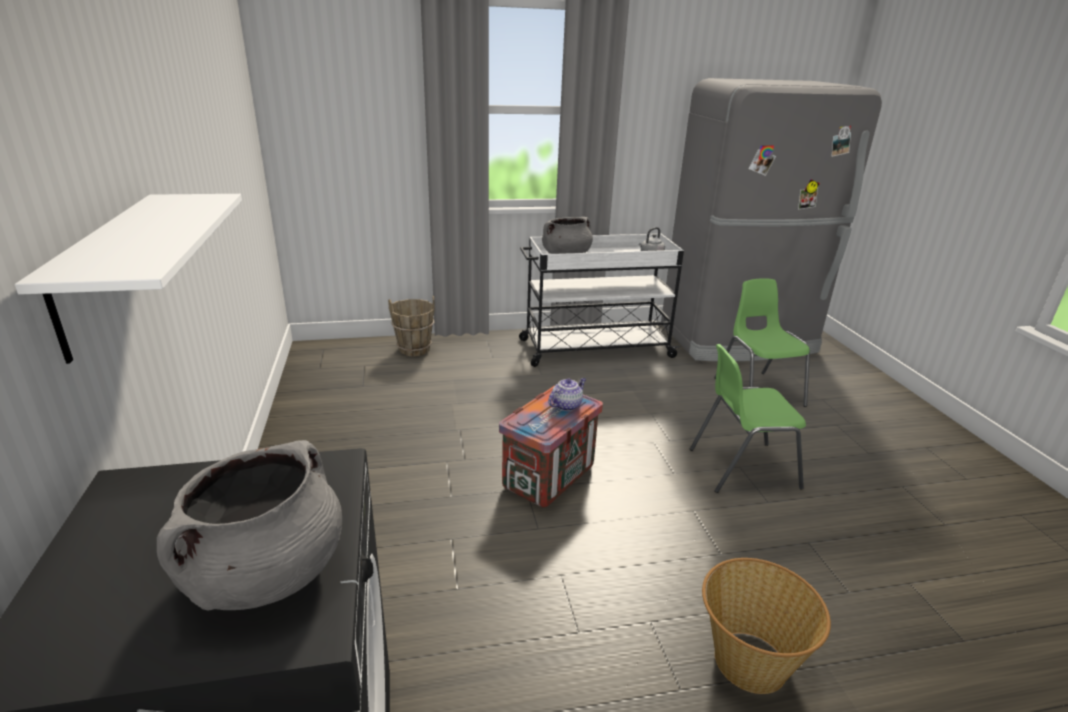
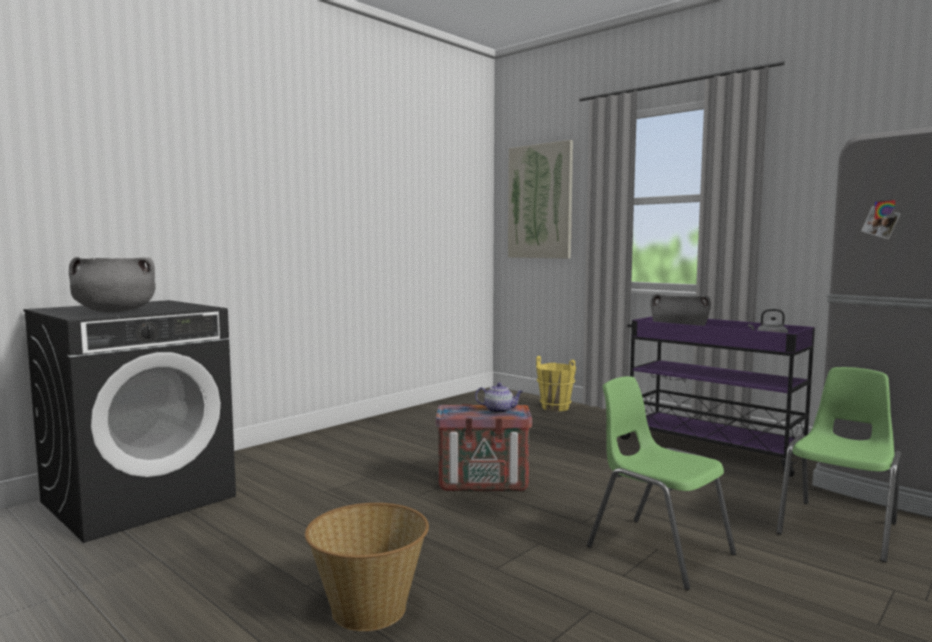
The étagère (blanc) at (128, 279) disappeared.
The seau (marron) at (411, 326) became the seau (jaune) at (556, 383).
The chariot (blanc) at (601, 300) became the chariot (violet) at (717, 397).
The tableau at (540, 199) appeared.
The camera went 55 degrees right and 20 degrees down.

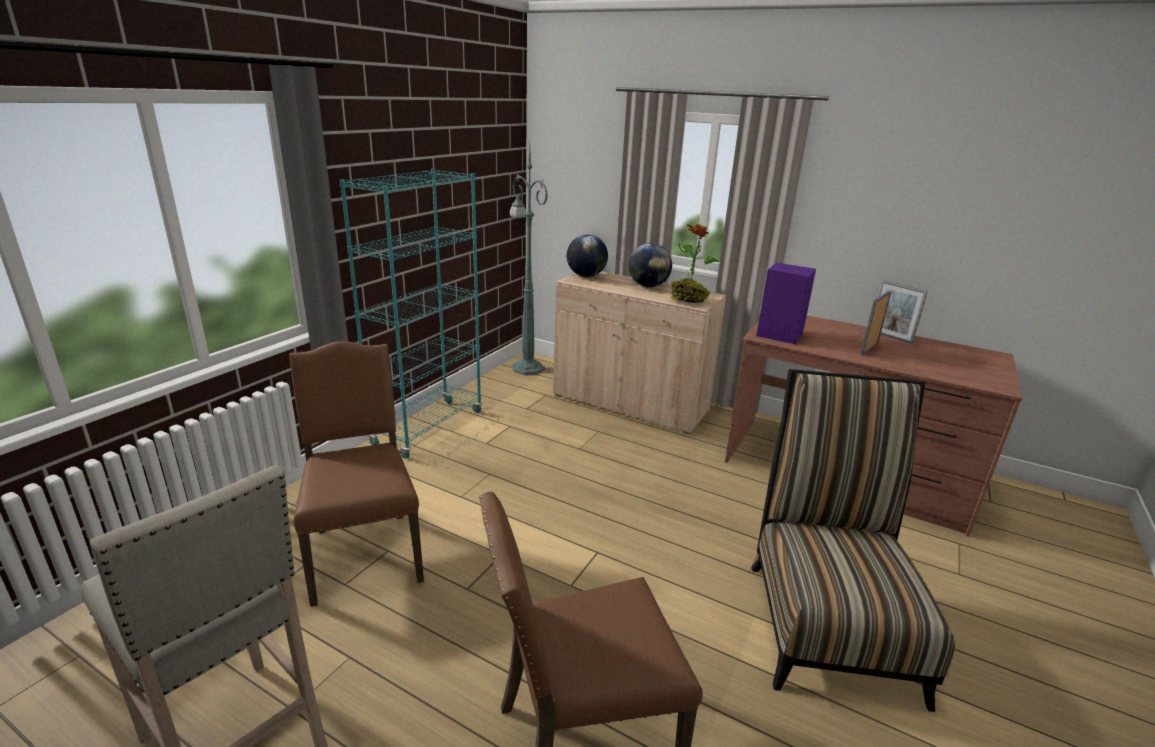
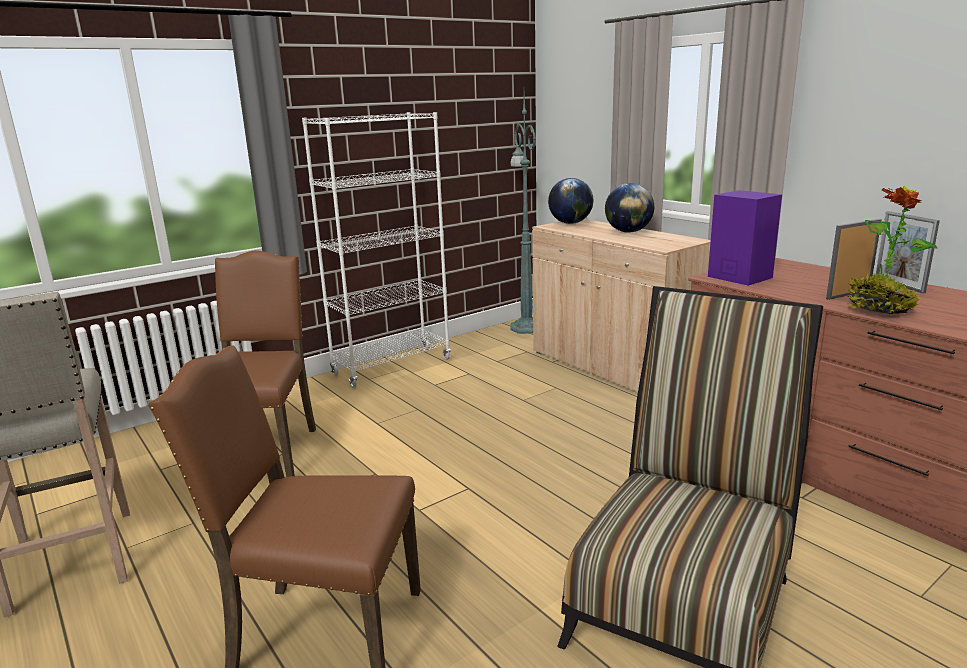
The bibliothèque (turquoise) at (411, 314) became the bibliothèque (blanc) at (376, 250).
The plante en pot moved from (694, 263) to (892, 250).
The camera went 25 degrees right and 5 degrees down.

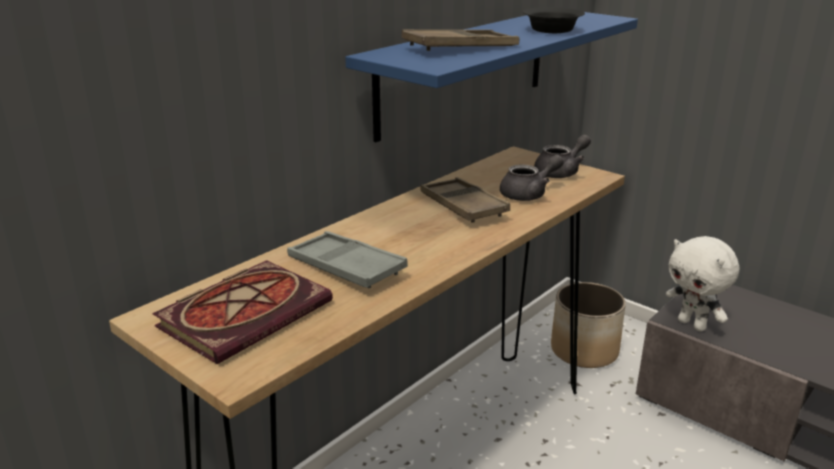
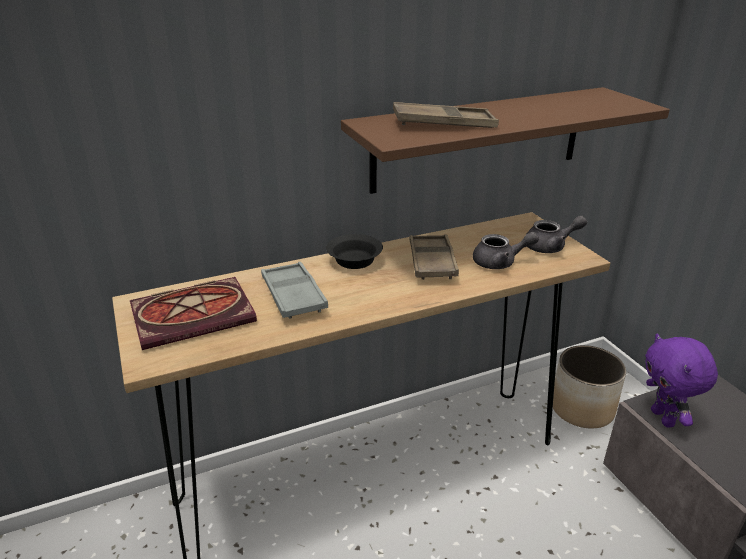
The étagère (bleu) at (491, 77) became the étagère (marron) at (505, 140).
The bol (noir) moved from (554, 20) to (354, 251).
The peluche (blanc) at (702, 284) became the peluche (violet) at (681, 381).
The camera went 25 degrees right and 5 degrees up.

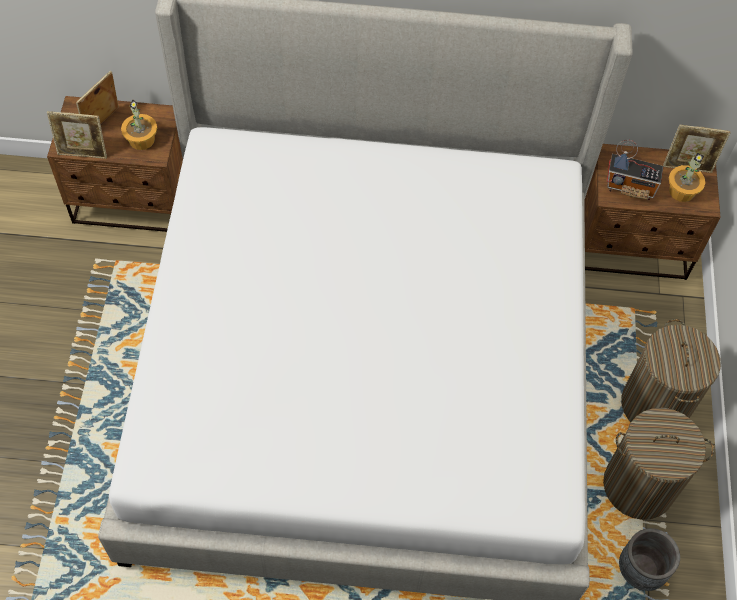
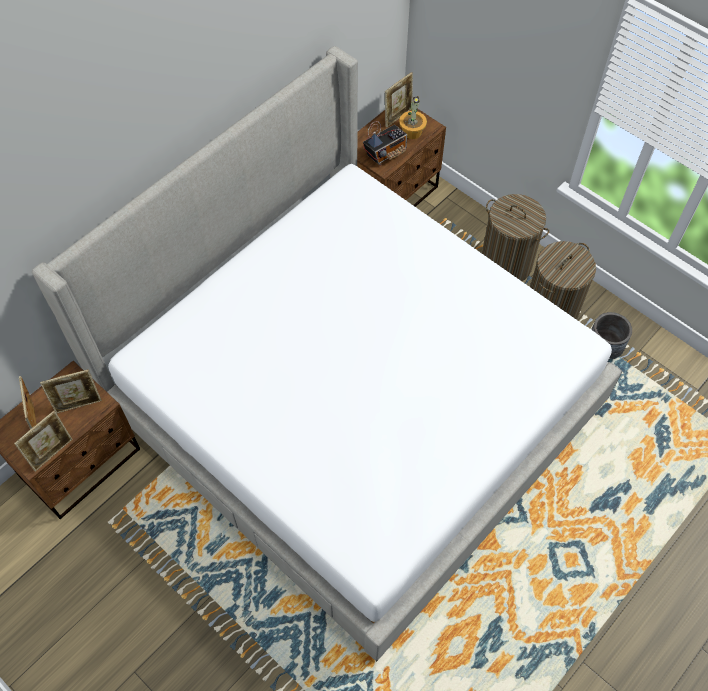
The plante en pot at (139, 124) was replaced by the cadre photo at (71, 391).
The camera went 50 degrees left and 0 degrees up.

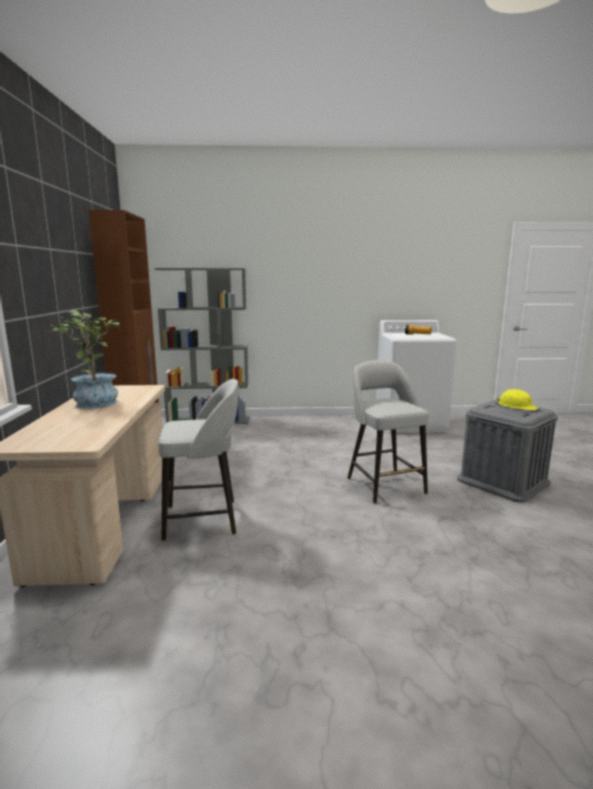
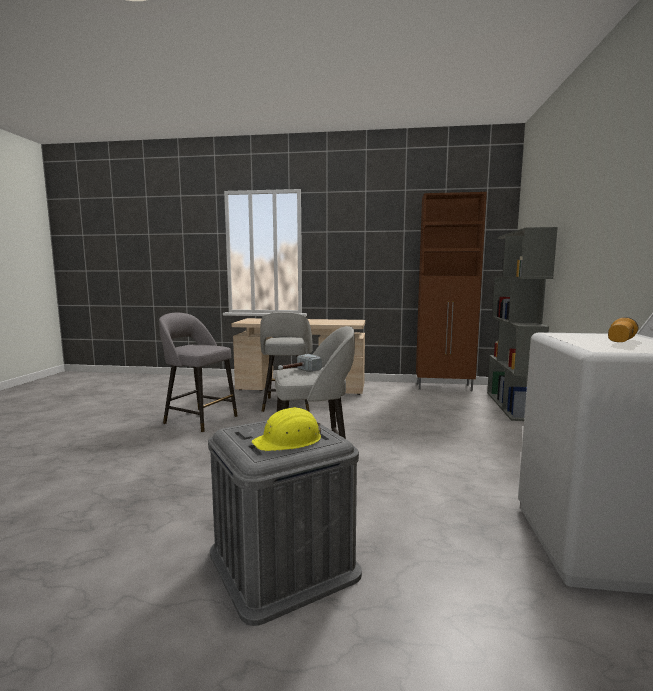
The plante en pot at (84, 359) disappeared.
The tabouret (gris) at (198, 372) appeared.
The marteau at (300, 363) appeared.
The camera went 100 degrees right and 5 degrees down.

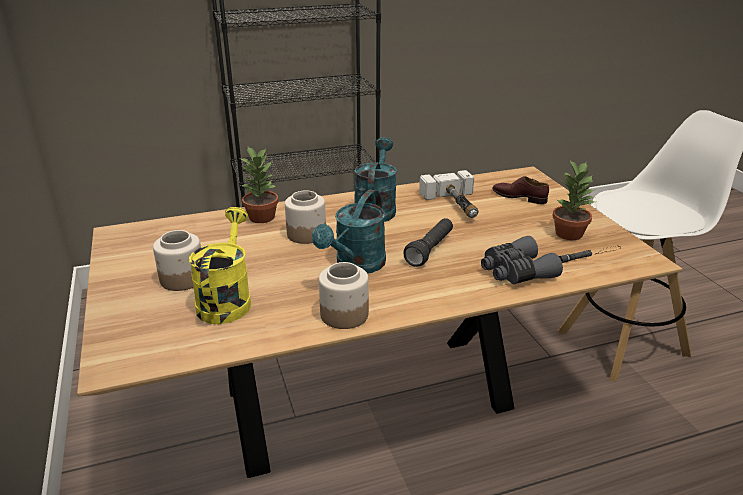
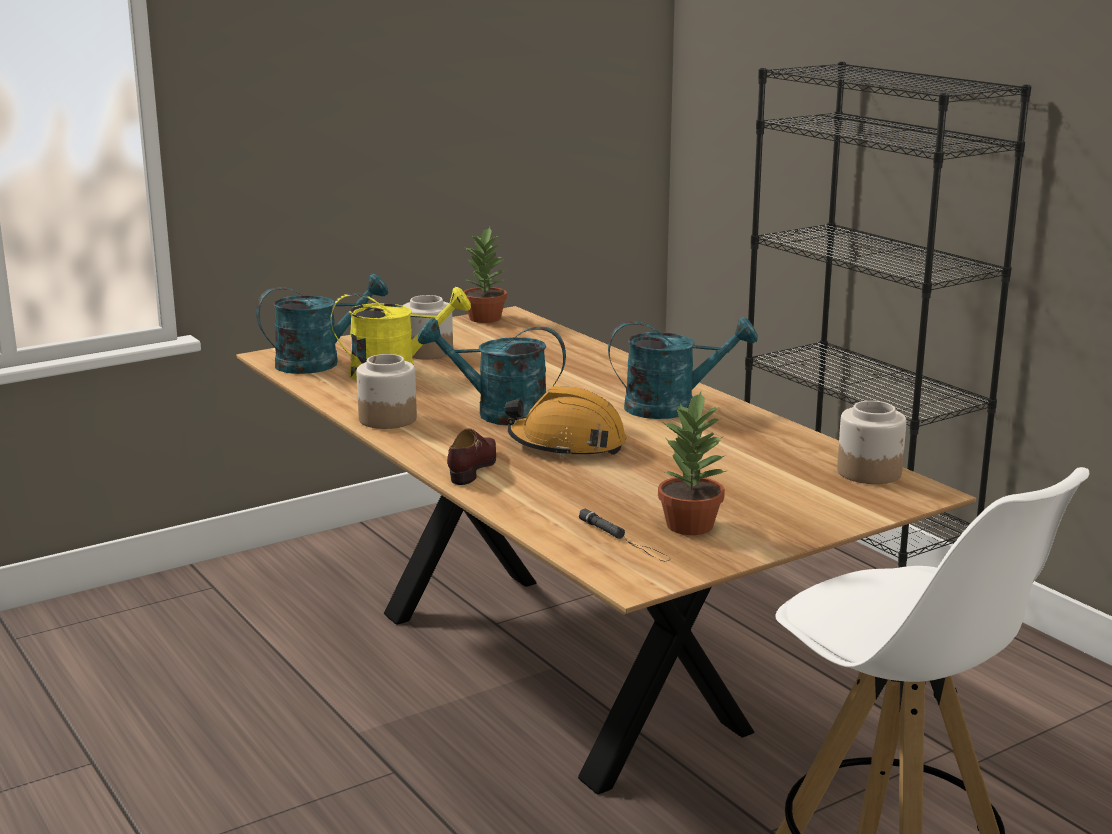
The plante en pot moved from (259, 184) to (485, 275).
The bocal moved from (305, 217) to (871, 442).
The lampe de poche (noir) at (428, 242) was replaced by the casque de chantier (orange) at (565, 422).
The marteau at (449, 194) disappeared.
The jumelles (gris) at (522, 260) disappeared.
The chaussure (marron) moved from (520, 190) to (471, 456).
The arrosoir (turquoise) at (322, 324) appeared.
The camera went 75 degrees right and 10 degrees down.

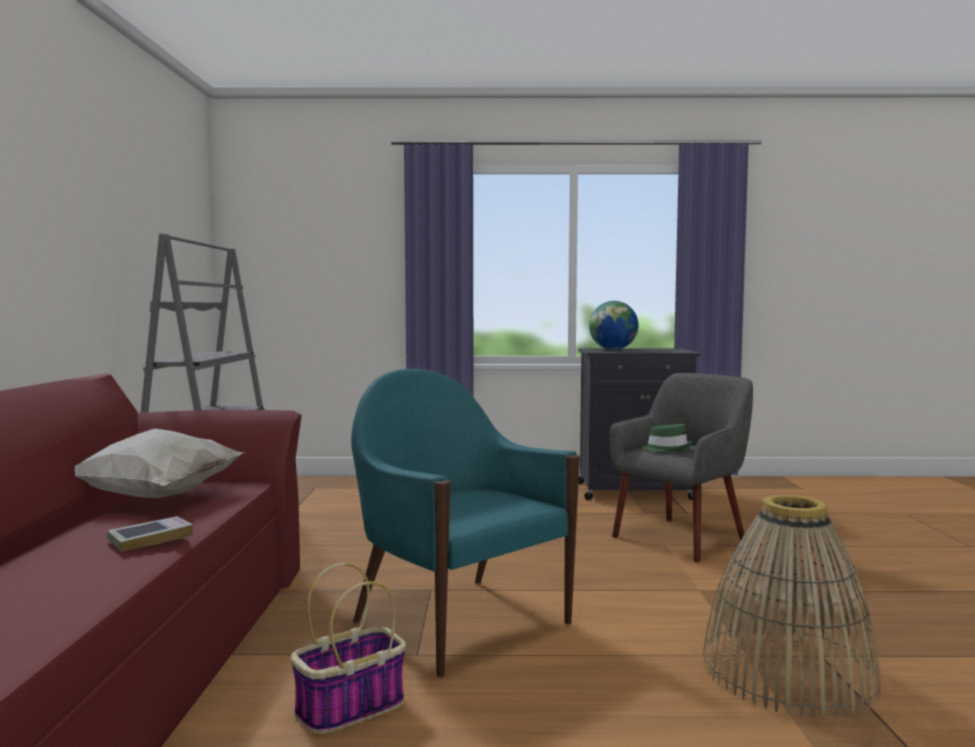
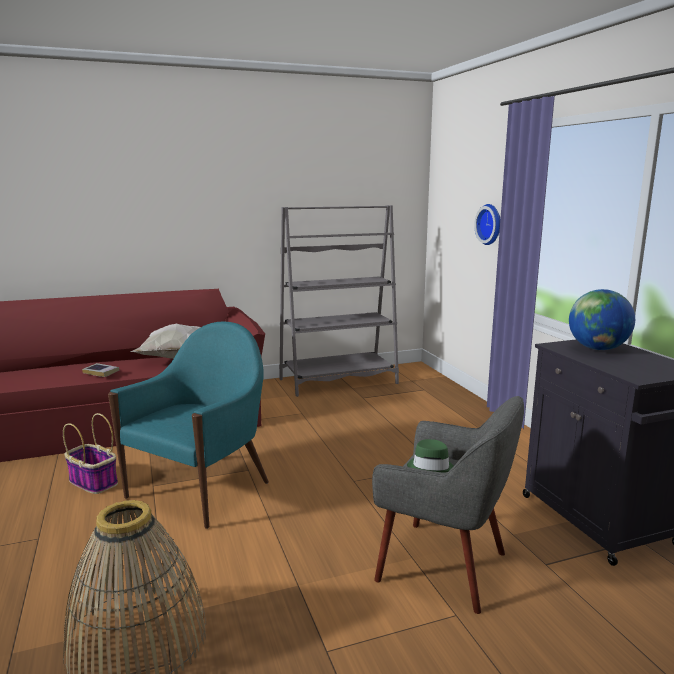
The horloge murale at (487, 224) appeared.
The camera went 70 degrees right and 10 degrees up.

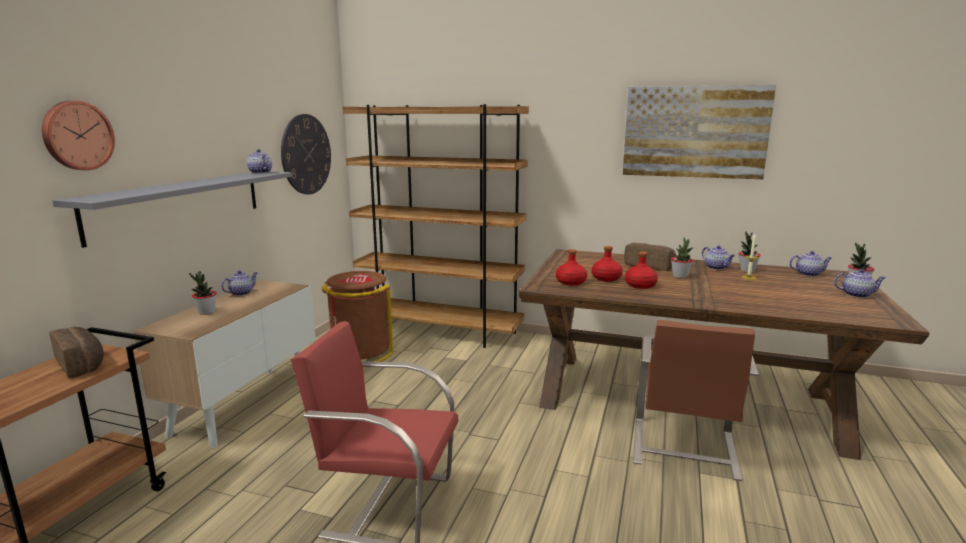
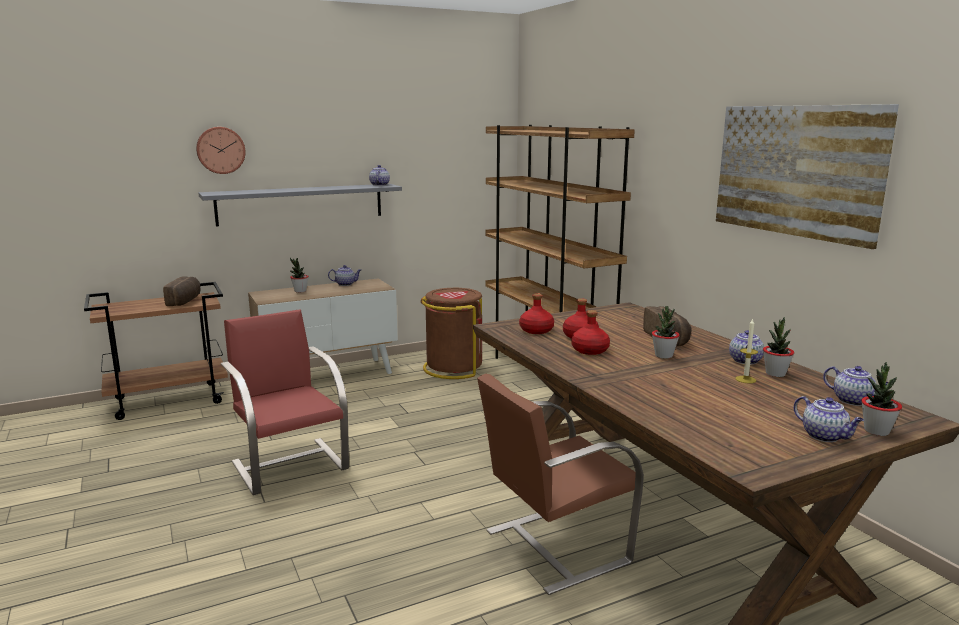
The horloge murale at (306, 154) disappeared.
The camera went 45 degrees right and 0 degrees up.

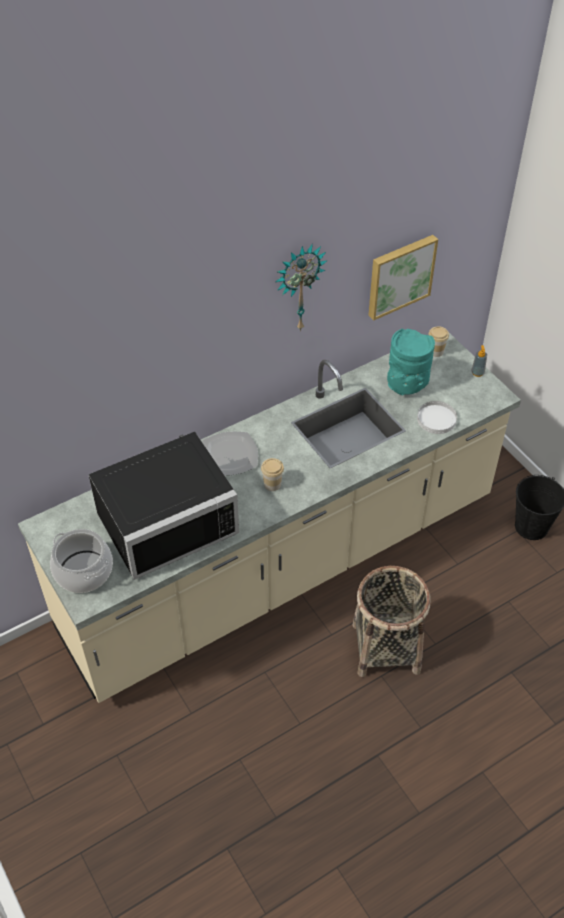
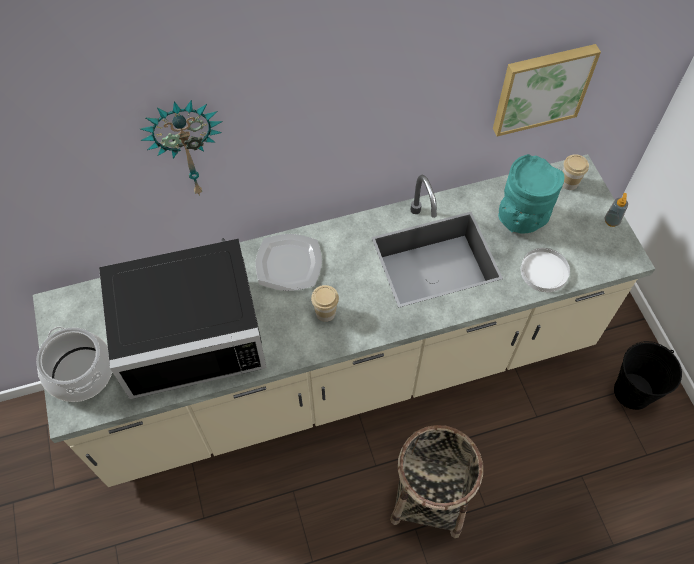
The horloge murale moved from (301, 288) to (181, 148).
The camera went 15 degrees right and 10 degrees up.

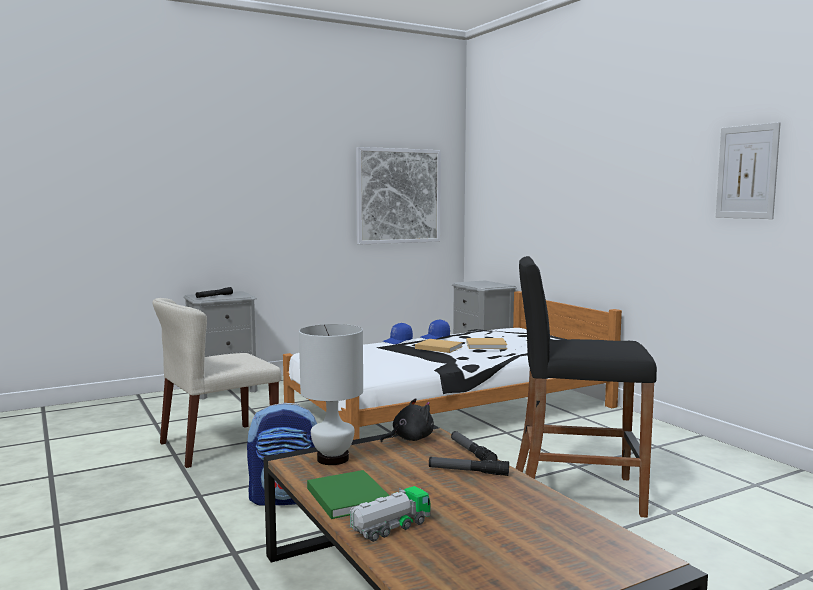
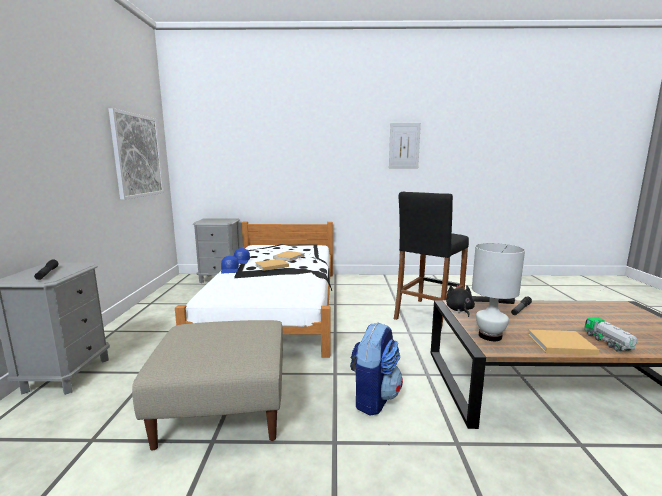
The chaise (beige) at (217, 383) was replaced by the pouf (beige) at (207, 385).
The livre (vert) at (348, 494) became the livre (beige) at (563, 342).
The camera went 60 degrees left and 5 degrees up.

